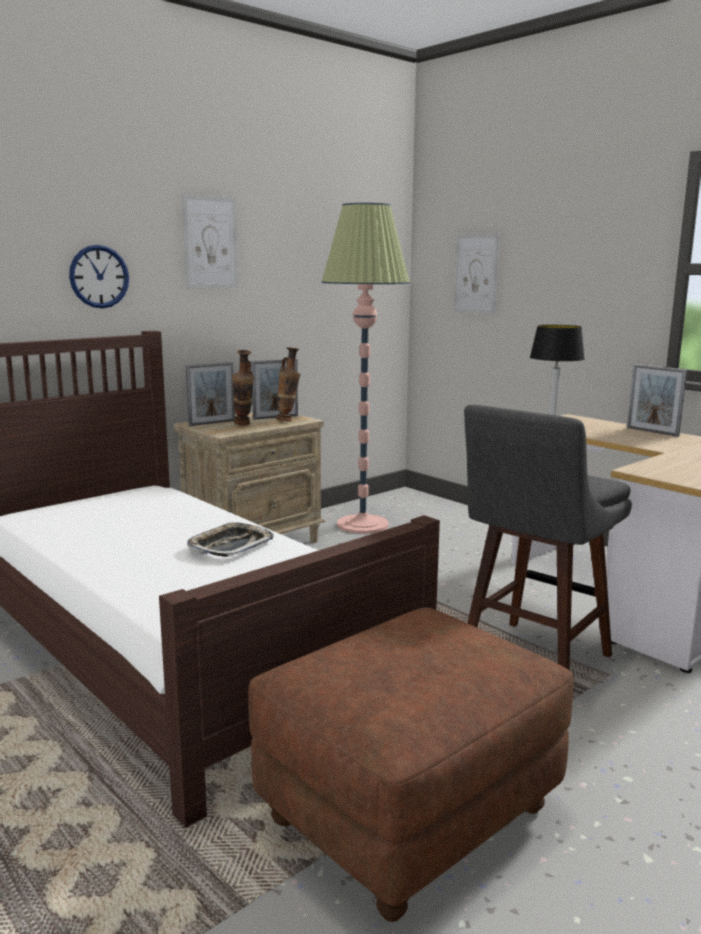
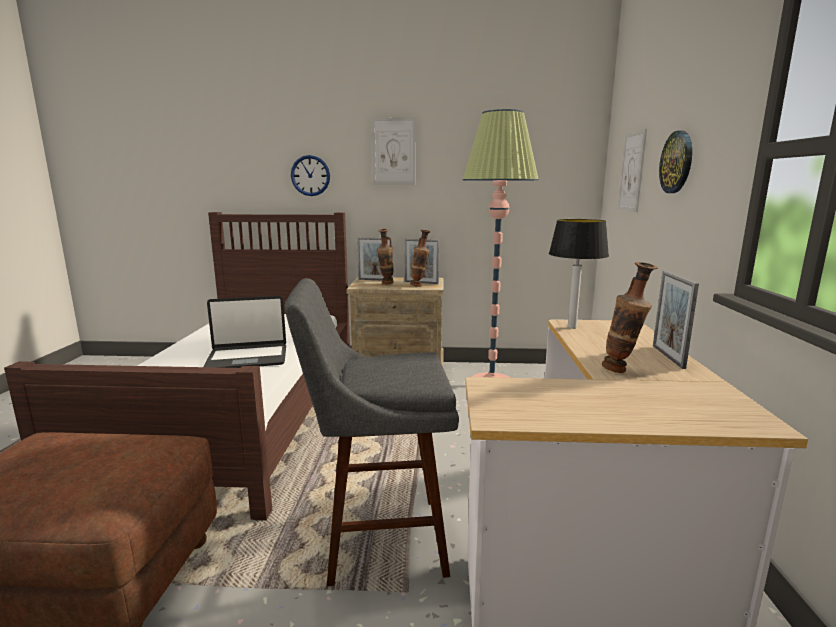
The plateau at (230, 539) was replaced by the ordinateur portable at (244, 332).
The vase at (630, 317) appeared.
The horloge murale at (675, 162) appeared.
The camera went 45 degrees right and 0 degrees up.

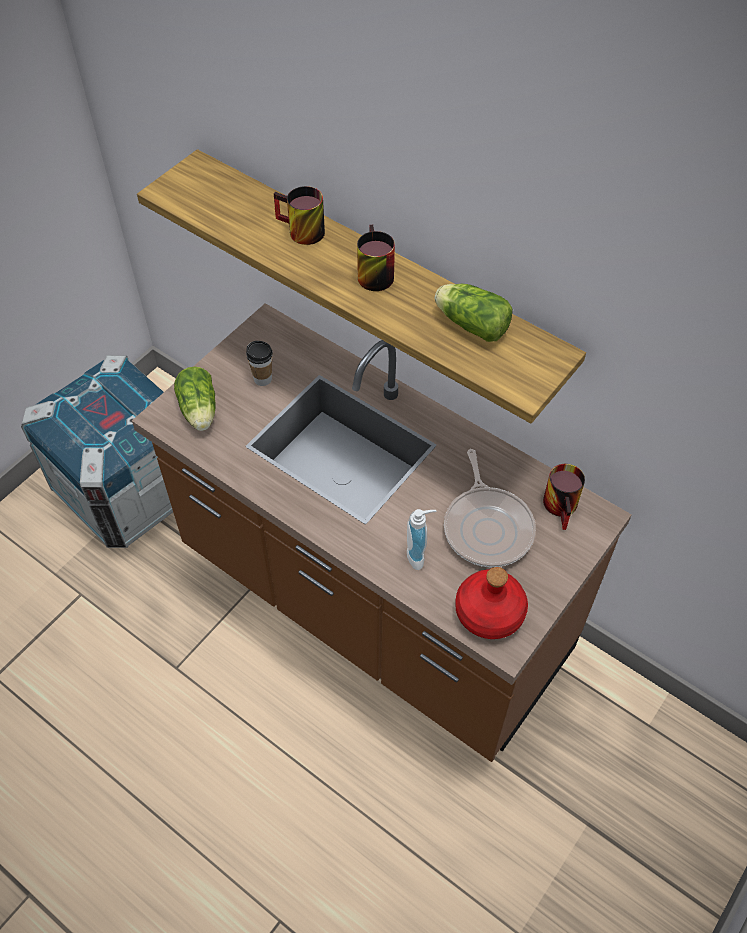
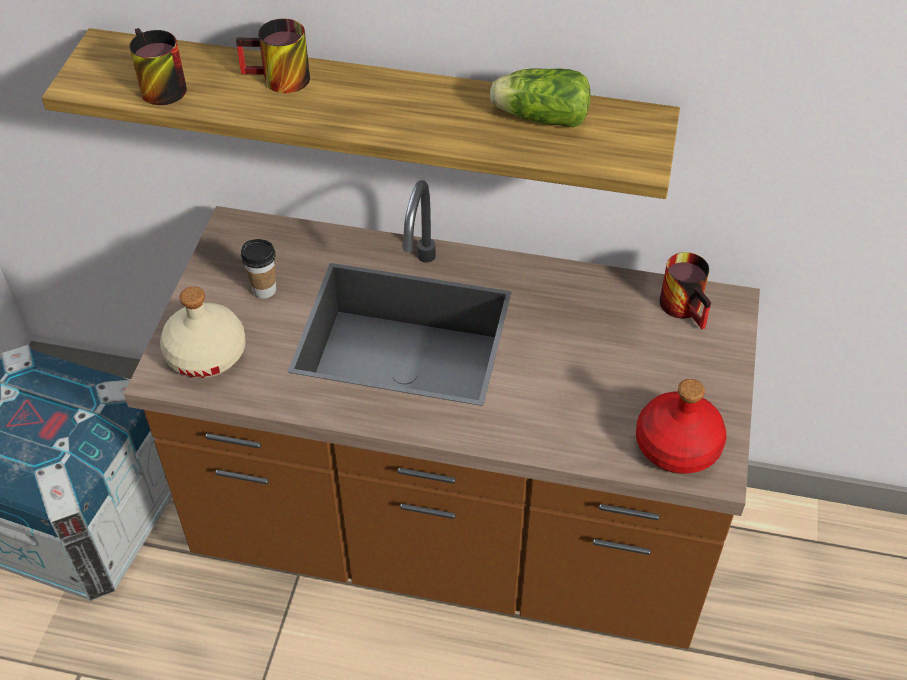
The laitue at (195, 399) was replaced by the bouteille (beige) at (203, 332).
The mug moved from (376, 258) to (158, 66).
The distributeur de savon at (421, 539) disappeared.
The poêle at (490, 508) disappeared.
The camera went 25 degrees left and 5 degrees down.

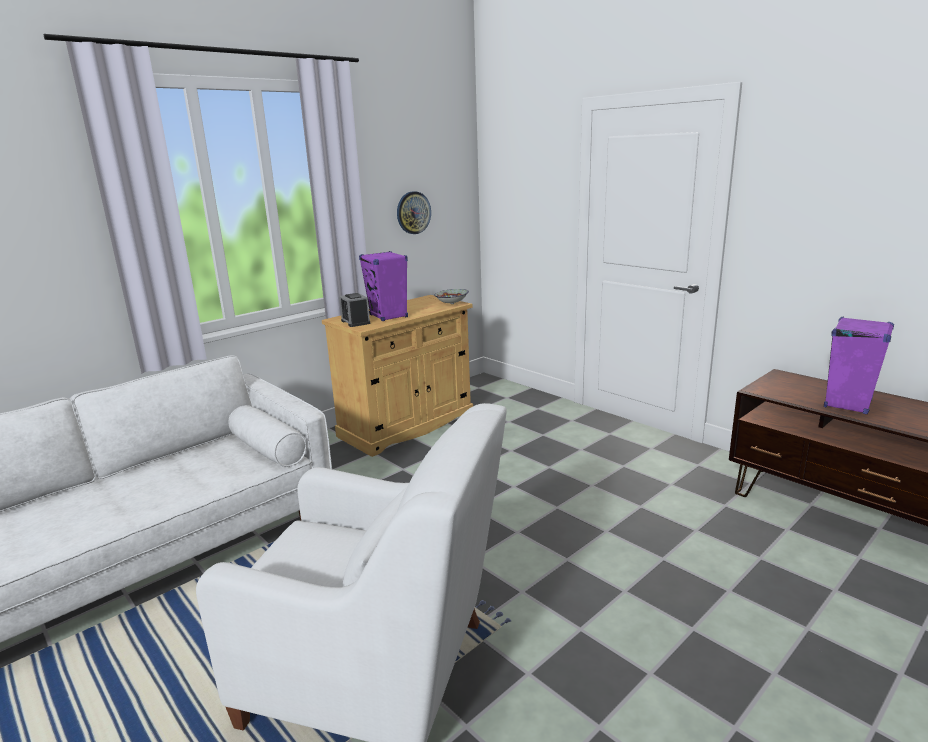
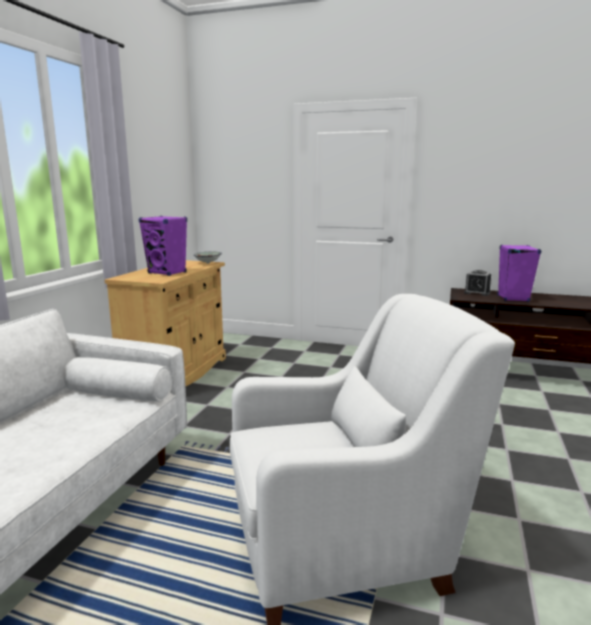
The réveil moved from (354, 310) to (477, 283).
The horloge murale at (414, 212) disappeared.
The camera went 30 degrees left and 5 degrees down.

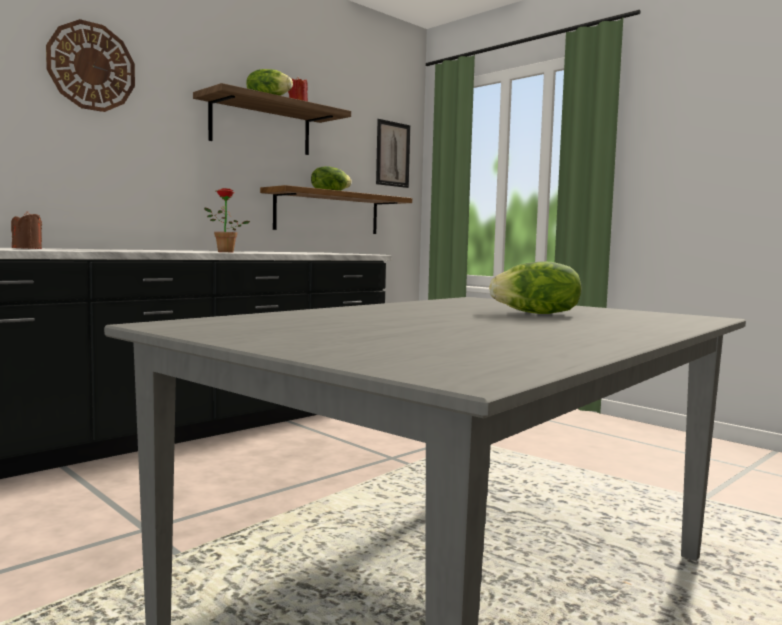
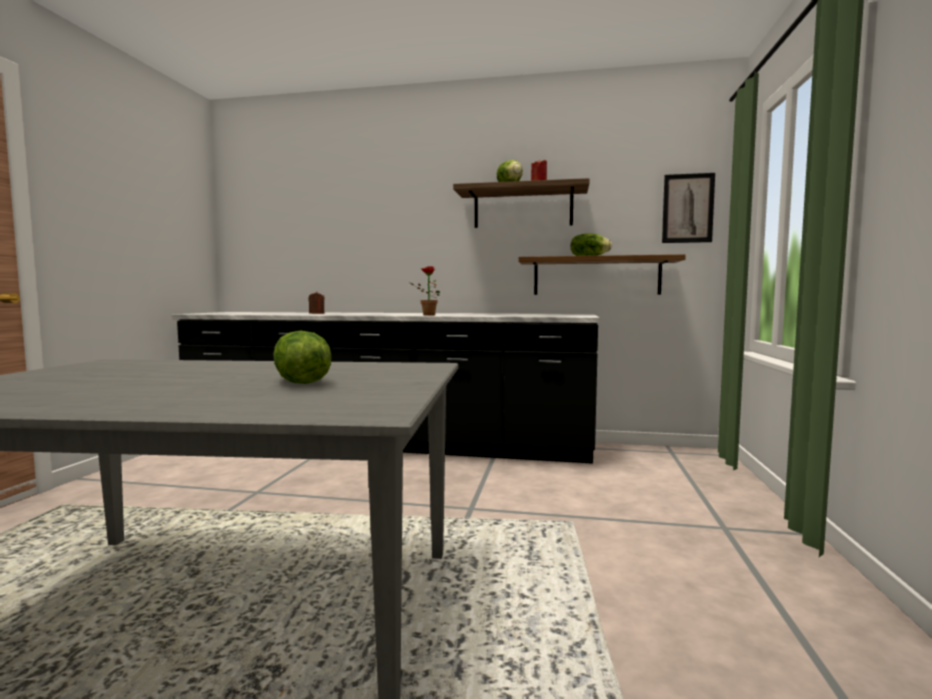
The horloge murale at (90, 65) disappeared.
The camera went 55 degrees right and 0 degrees up.

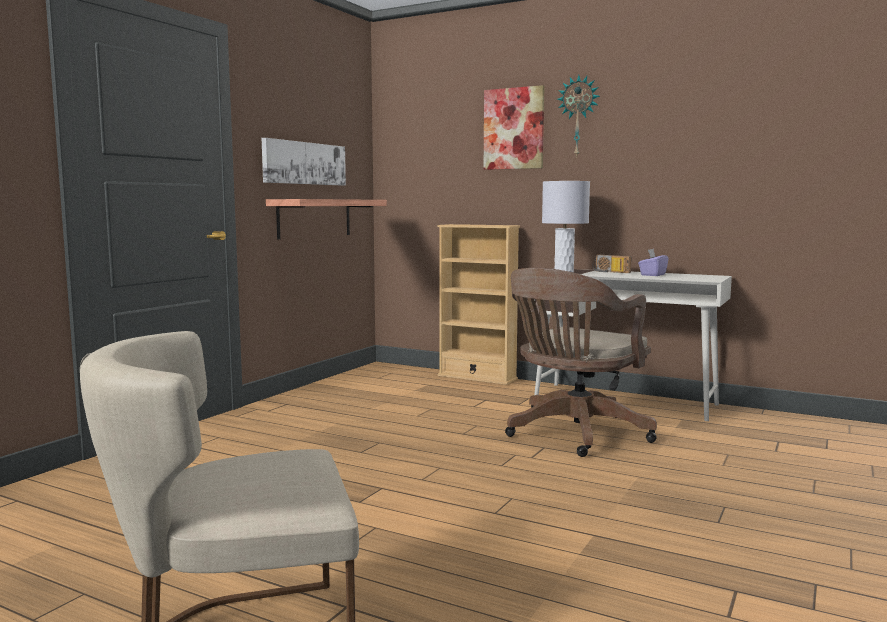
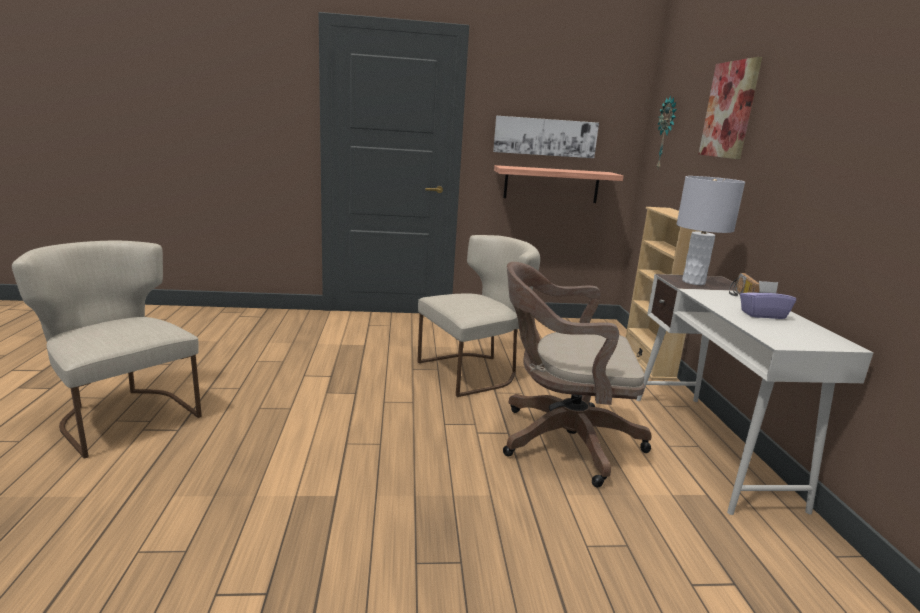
The horloge murale moved from (578, 116) to (666, 133).
The chaise (beige) at (478, 316) appeared.
The camera went 55 degrees right and 10 degrees up.

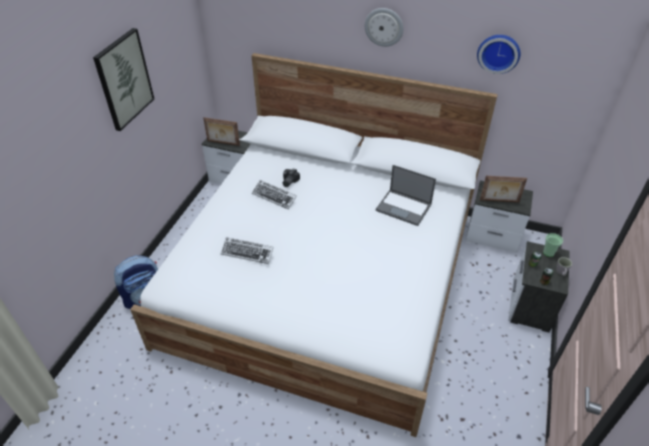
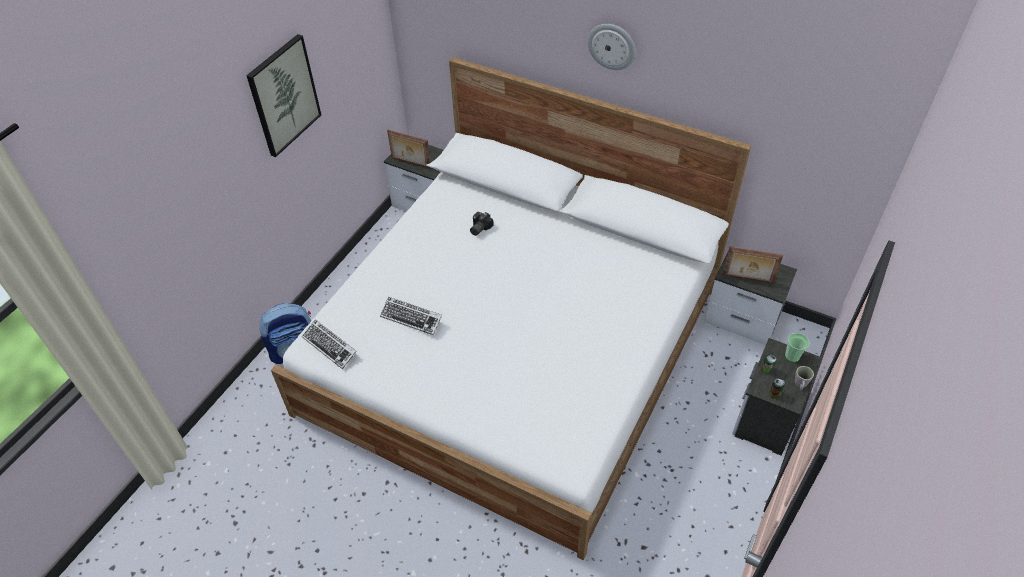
The clavier moved from (274, 194) to (329, 344).
The ordinateur portable at (405, 195) disappeared.
The horloge murale at (499, 54) disappeared.
The camera went 10 degrees right and 5 degrees up.

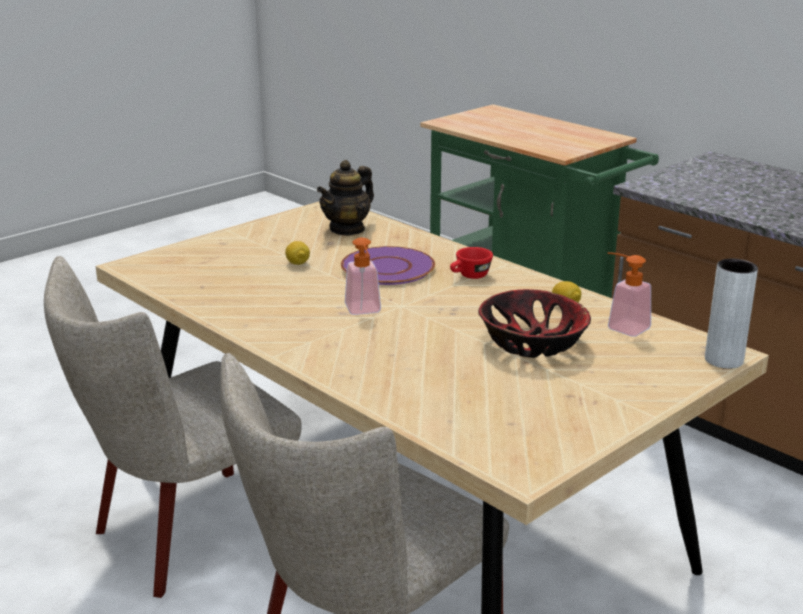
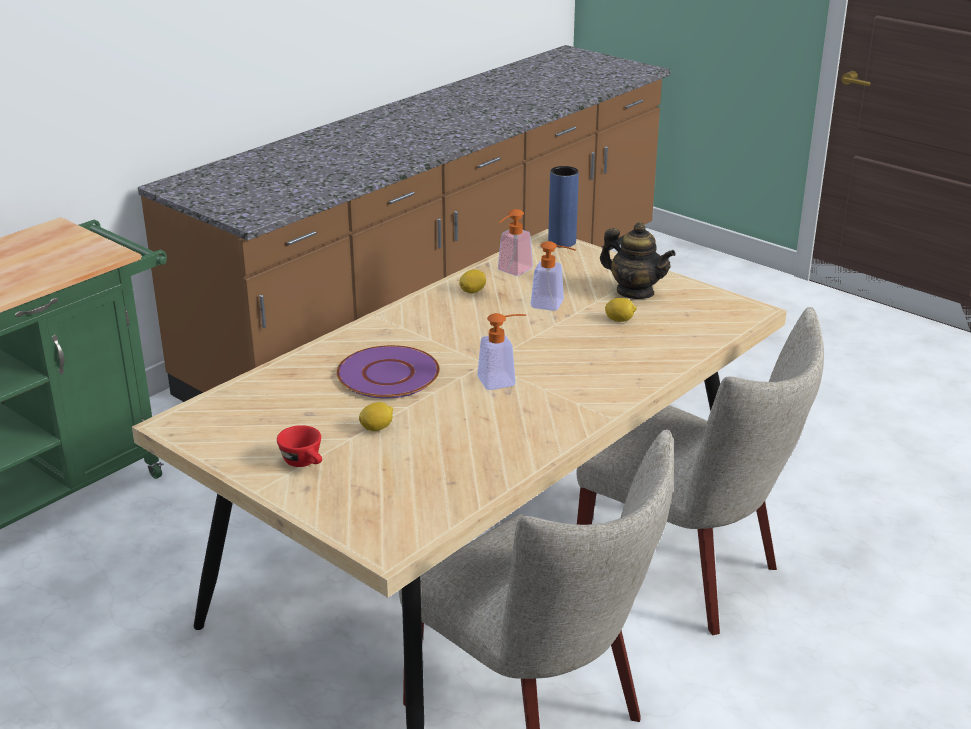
The théière moved from (345, 198) to (638, 260).
The tasse (rouge) moved from (471, 263) to (299, 446).
The bol at (534, 323) was replaced by the distributeur de savon at (553, 276).
The vase (gris) at (731, 314) became the vase (bleu) at (563, 207).
The citron at (621, 310) appeared.
The camera went 95 degrees left and 5 degrees up.

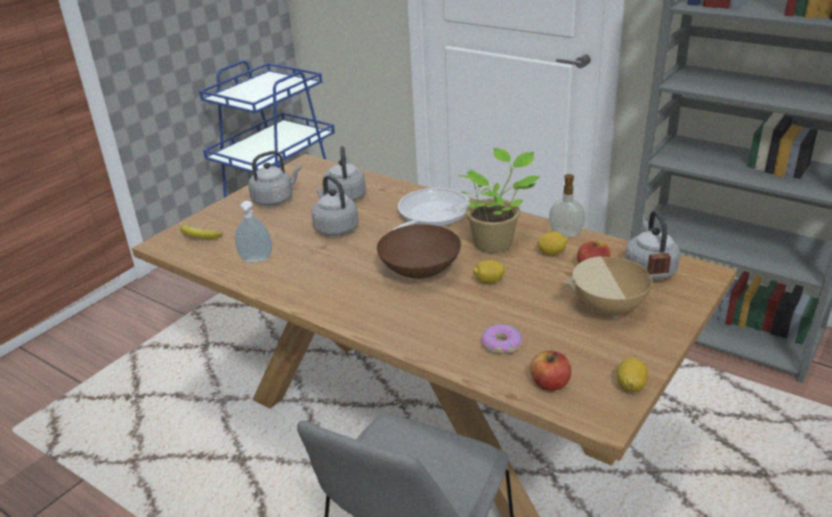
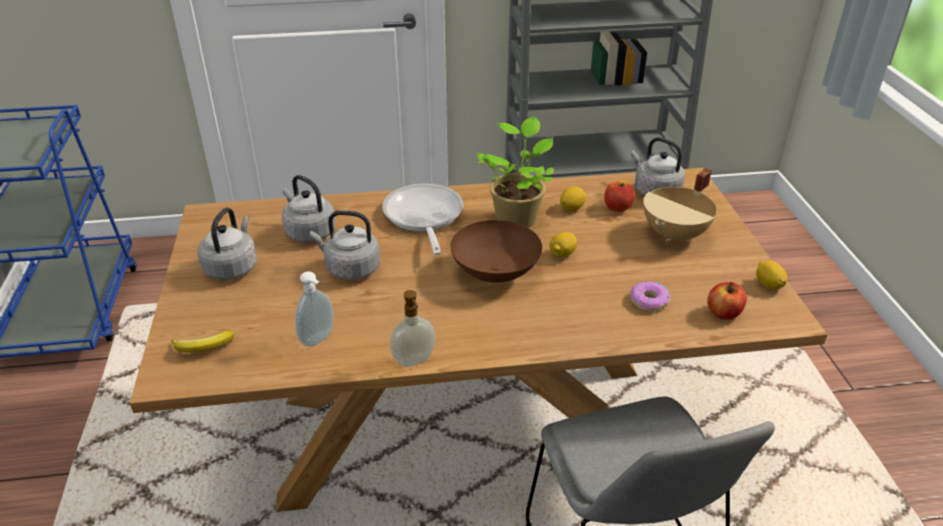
The distributeur de savon moved from (567, 205) to (412, 328).
The camera went 45 degrees left and 5 degrees up.

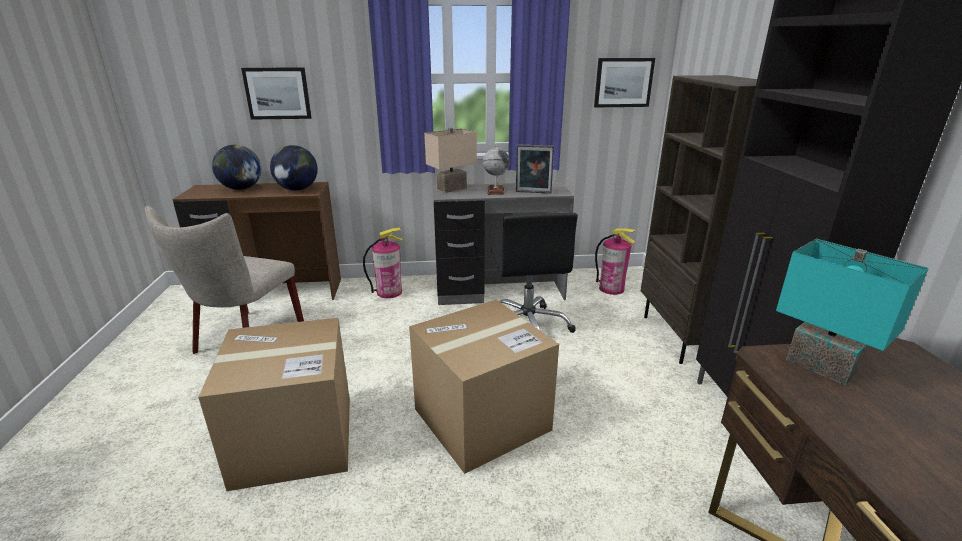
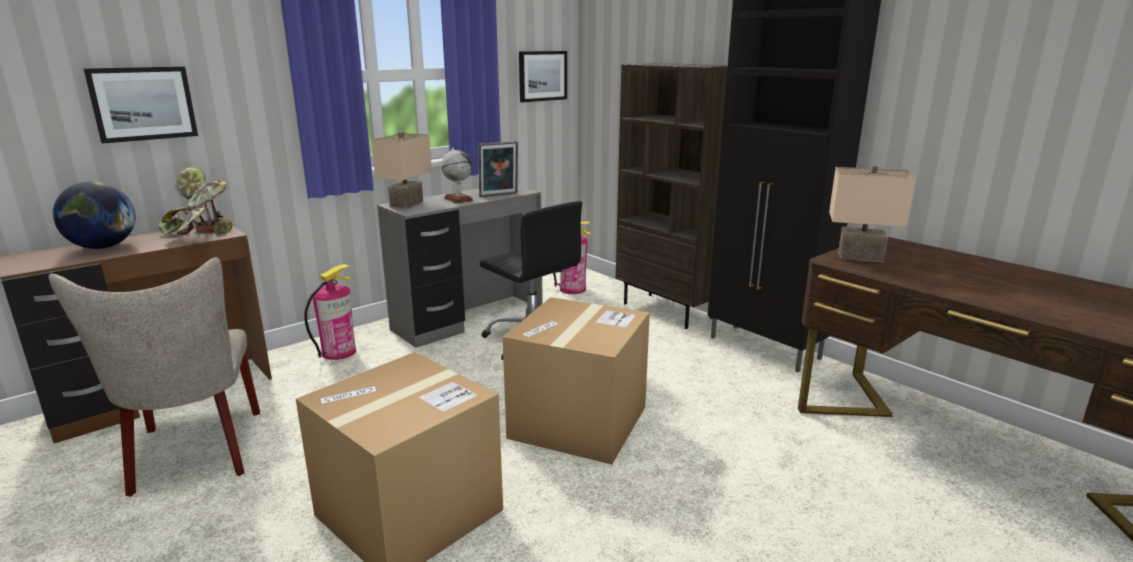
The globe at (294, 168) was replaced by the plante en pot at (195, 201).
The lampe de table (turquoise) at (852, 312) became the lampe de table (beige) at (872, 213).
The camera went 35 degrees left and 5 degrees down.

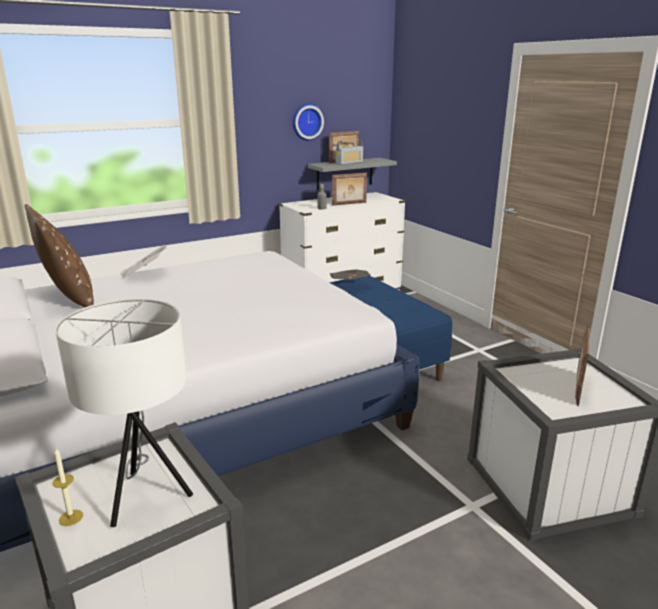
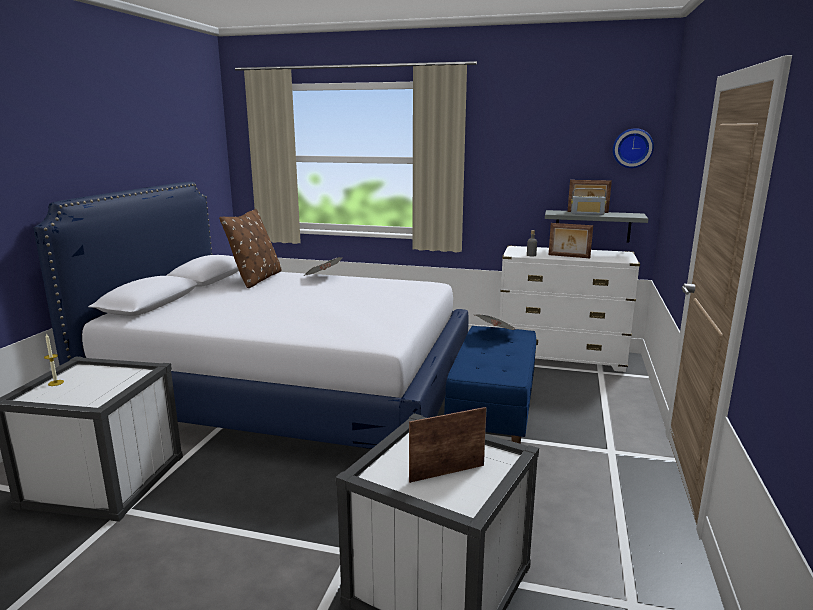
The lampe de table (blanc) at (124, 413) disappeared.
The horloge murale moved from (308, 122) to (633, 148).
The camera went 45 degrees right and 5 degrees down.

